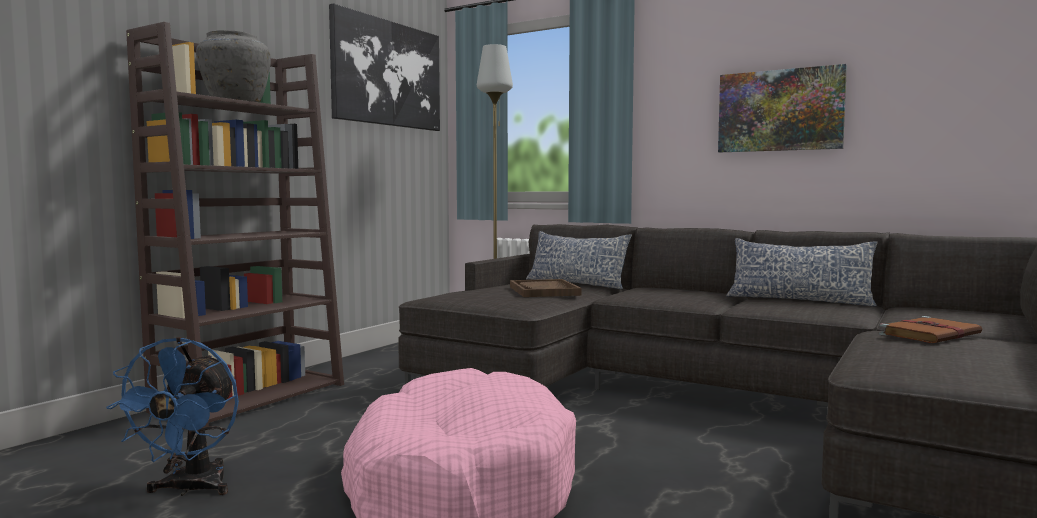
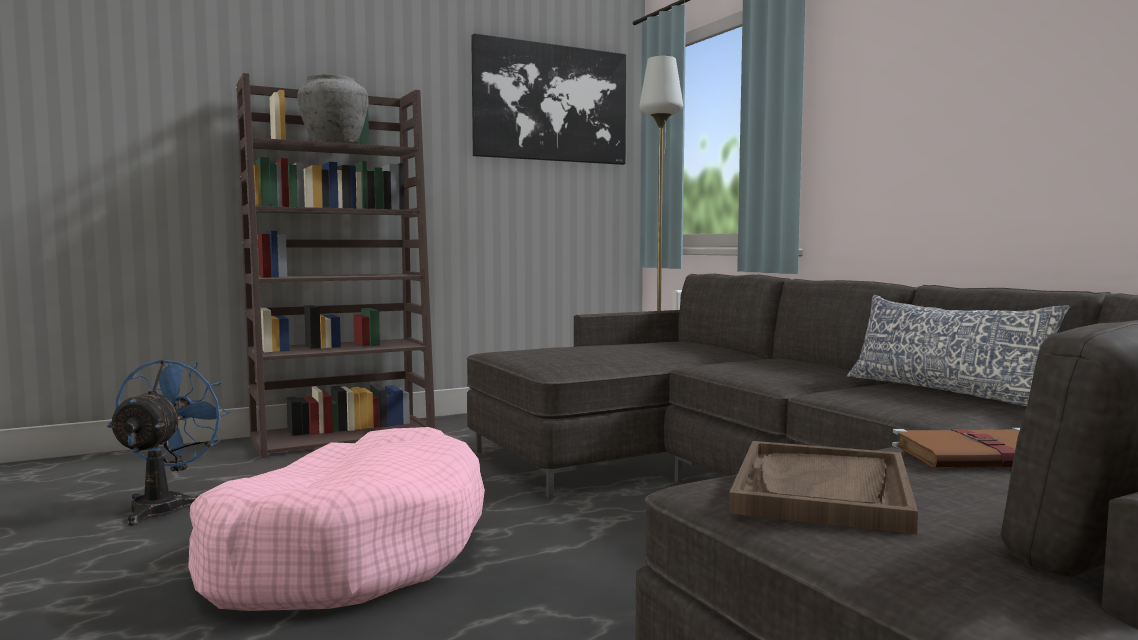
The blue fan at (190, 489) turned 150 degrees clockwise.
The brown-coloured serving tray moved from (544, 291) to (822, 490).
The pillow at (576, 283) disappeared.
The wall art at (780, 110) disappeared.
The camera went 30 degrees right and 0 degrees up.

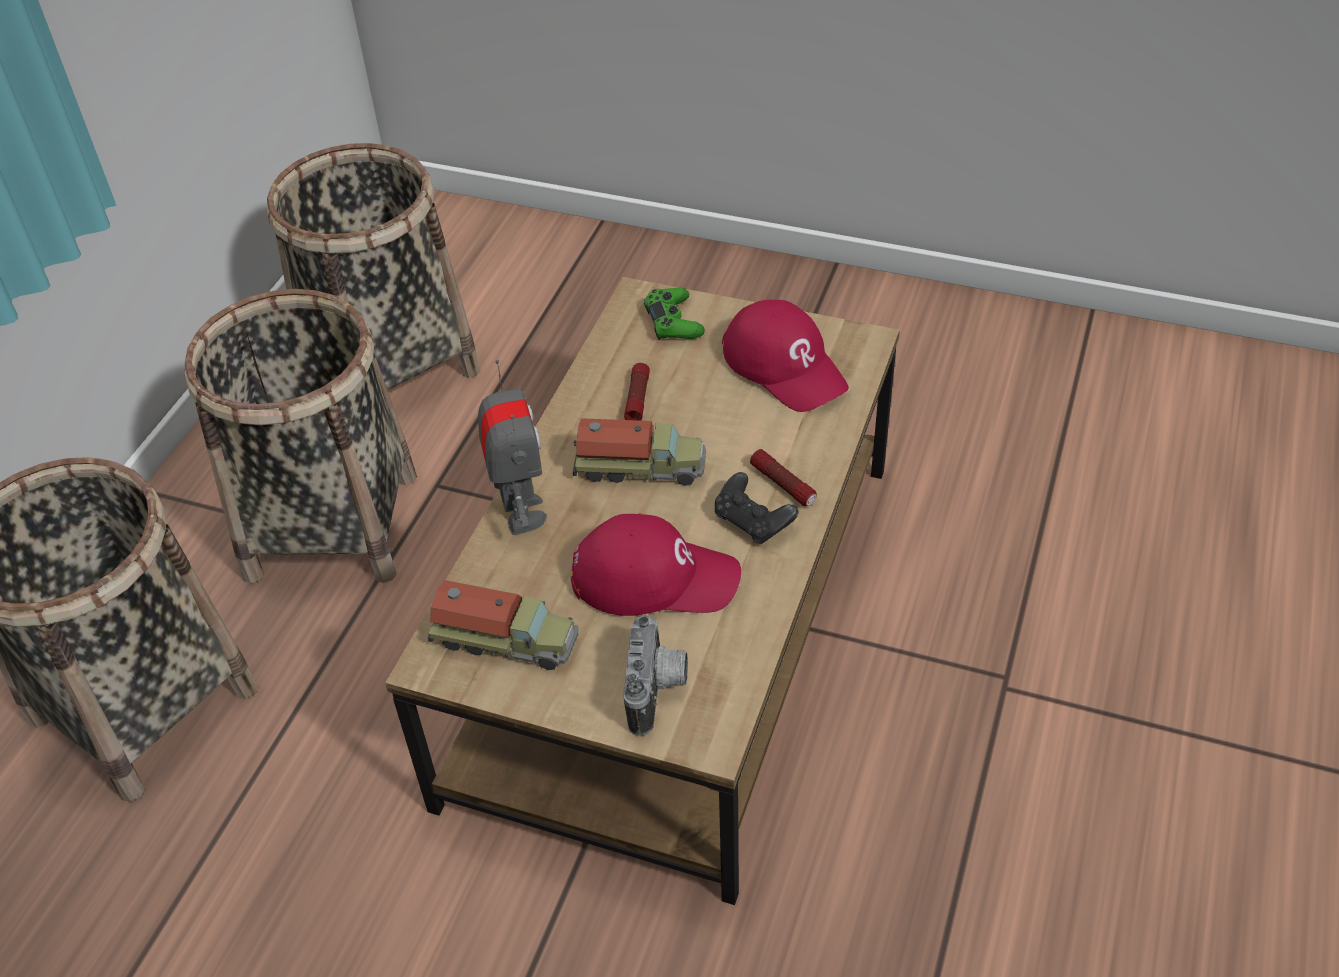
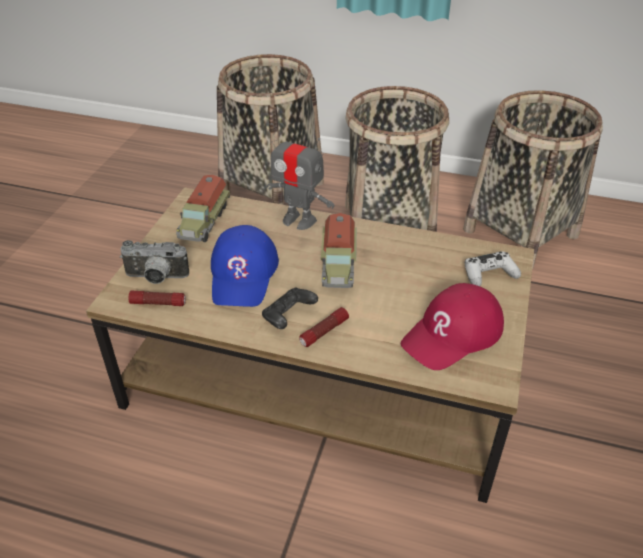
The torch moved from (637, 399) to (158, 303).
The red-coloured baseball cap at (655, 577) became the blue baseball cap at (243, 274).
The model robot at (521, 513) turned 45 degrees clockwise.
The green joypad at (673, 322) became the whitish joypad at (489, 274).
The camera went 85 degrees right and 5 degrees down.

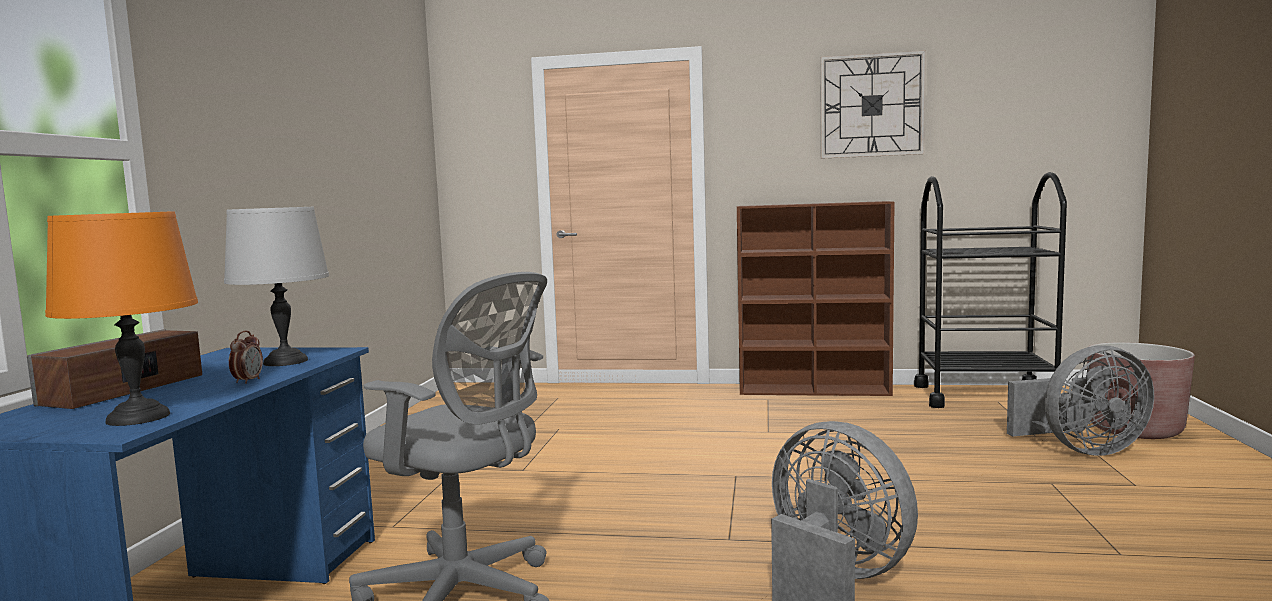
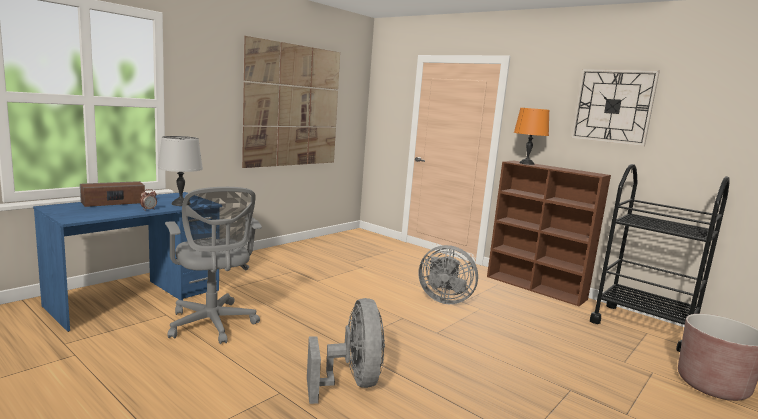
The wall art at (293, 106) appeared.
The grey fan moved from (1082, 450) to (444, 299).
The orangey table lamp moved from (136, 417) to (526, 163).
The camera went 30 degrees right and 5 degrees up.

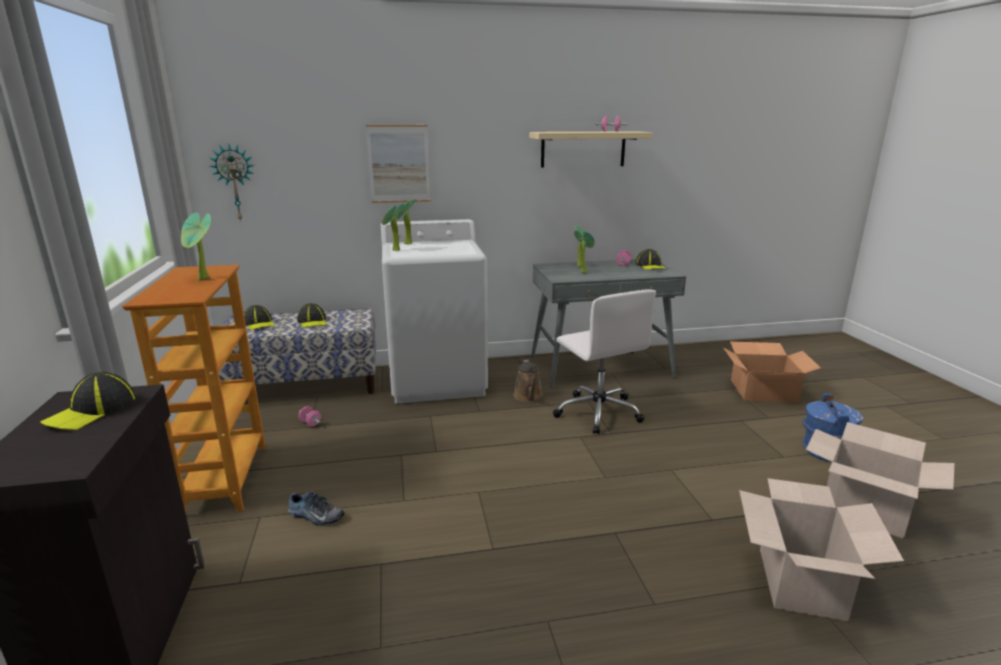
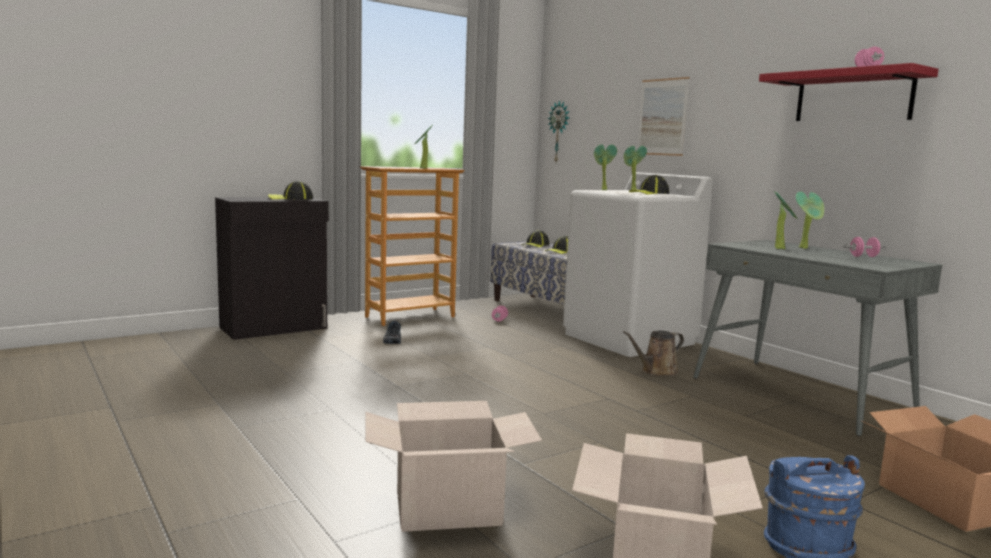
The baseball cap moved from (650, 266) to (649, 193).
The sand-coloured shelf at (583, 149) became the red-coloured shelf at (853, 97).
The whitish desk chair at (597, 412) disappeared.
The camera went 65 degrees right and 10 degrees down.

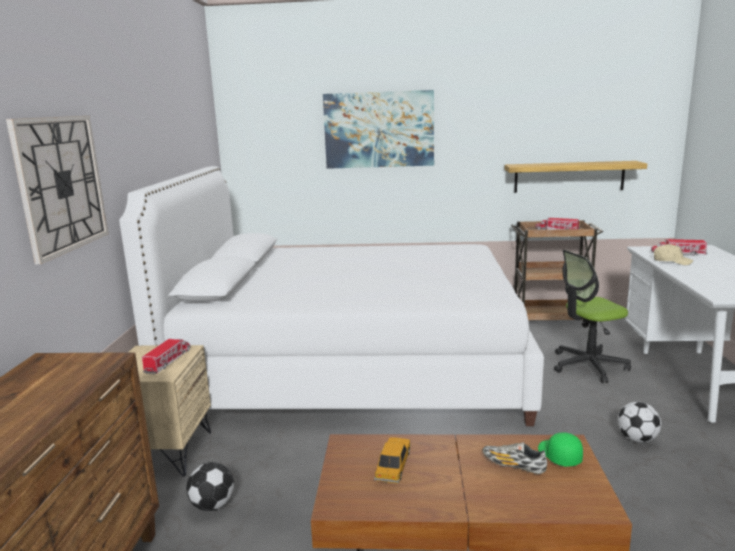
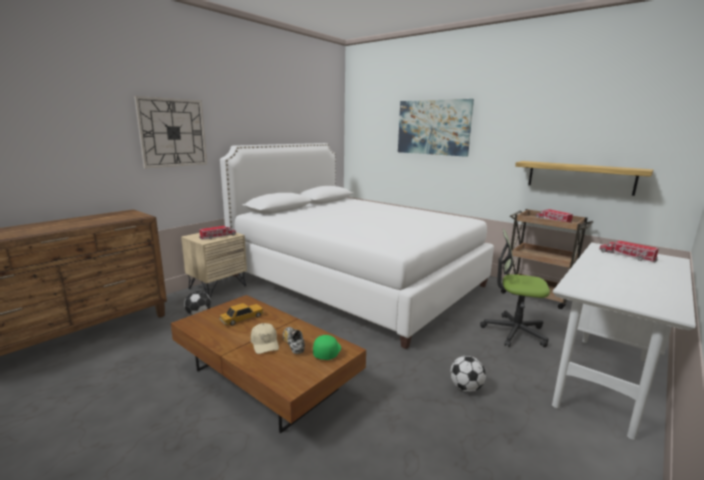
The sand-coloured baseball cap moved from (671, 261) to (265, 343).
The camera went 35 degrees right and 0 degrees up.

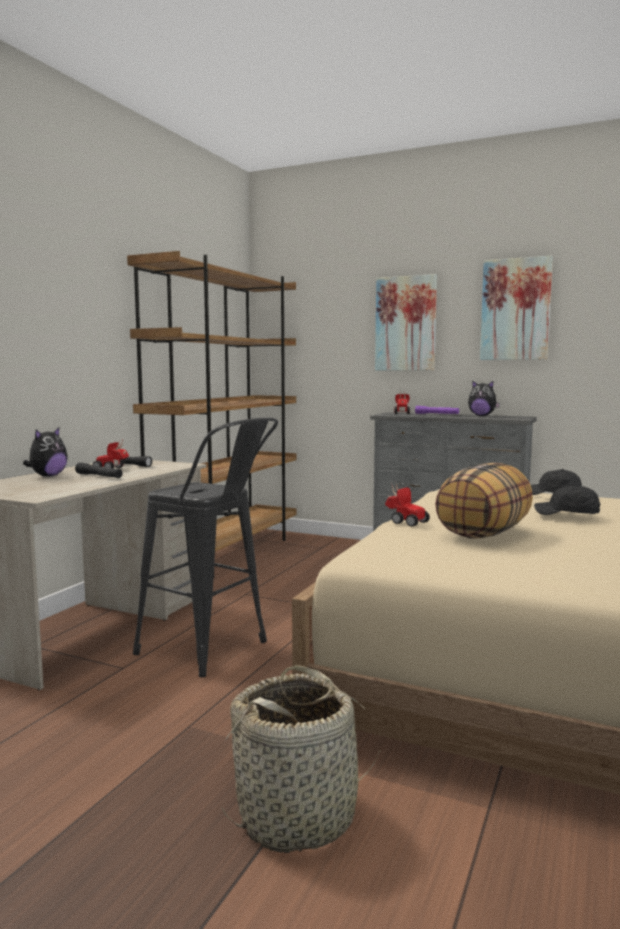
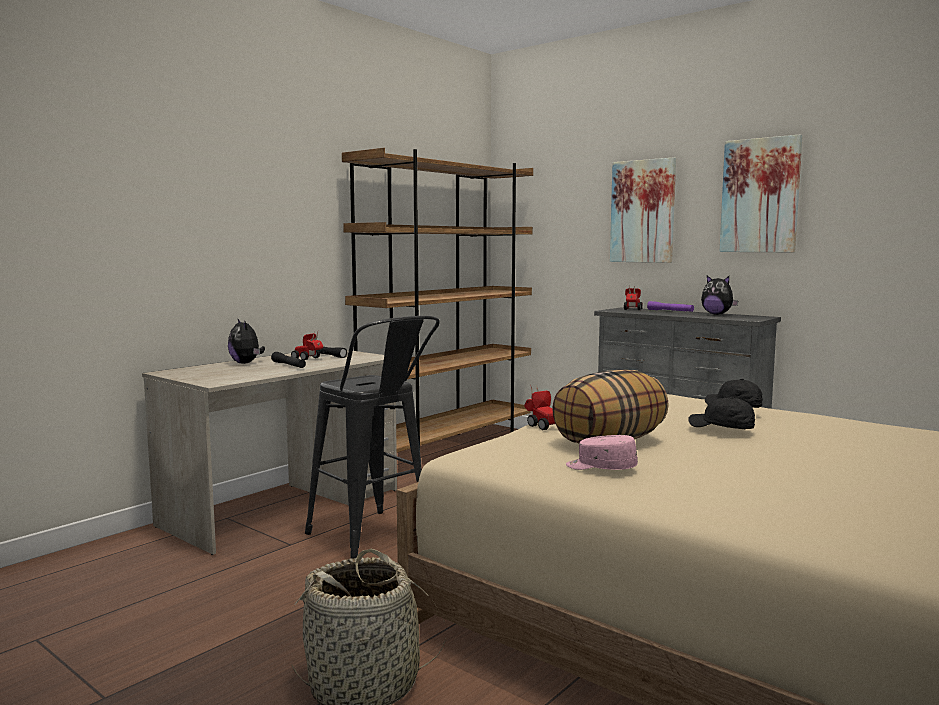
The plush toy at (48, 476) turned 105 degrees clockwise.
The pink baseball cap at (600, 468) appeared.
The camera went 15 degrees right and 0 degrees up.

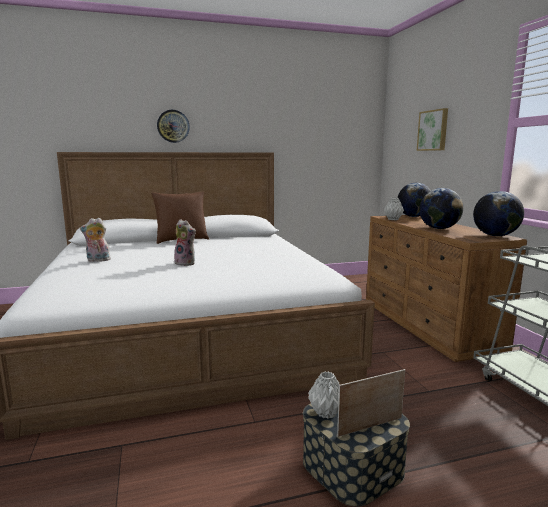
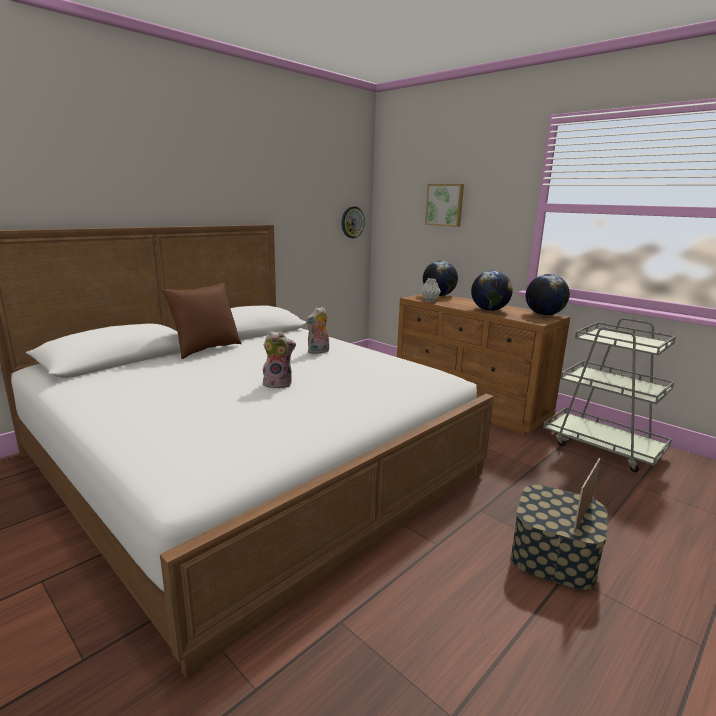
The plush toy moved from (97, 260) to (318, 352).
The hanging clock moved from (173, 126) to (352, 222).
The grey decorative vase at (326, 413) disappeared.
The camera went 30 degrees left and 5 degrees up.

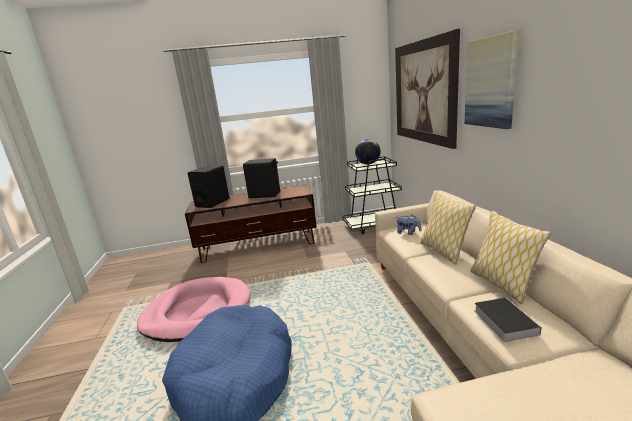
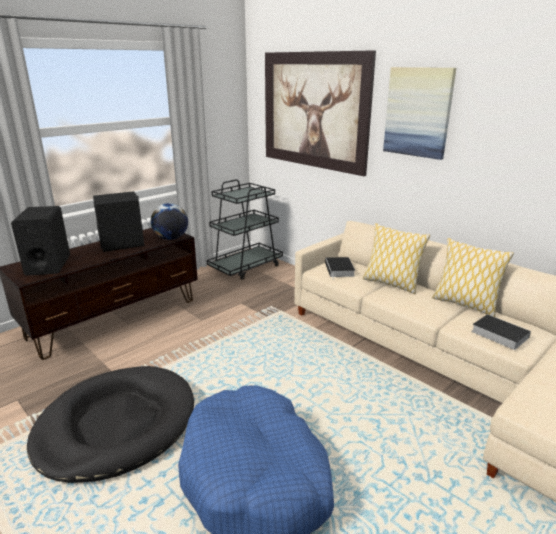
The pink pet bed at (197, 312) became the blackish pet bed at (116, 425).
The world globe moved from (368, 164) to (171, 238).
The plush toy at (408, 233) was replaced by the book at (340, 270).
The camera went 35 degrees left and 5 degrees up.

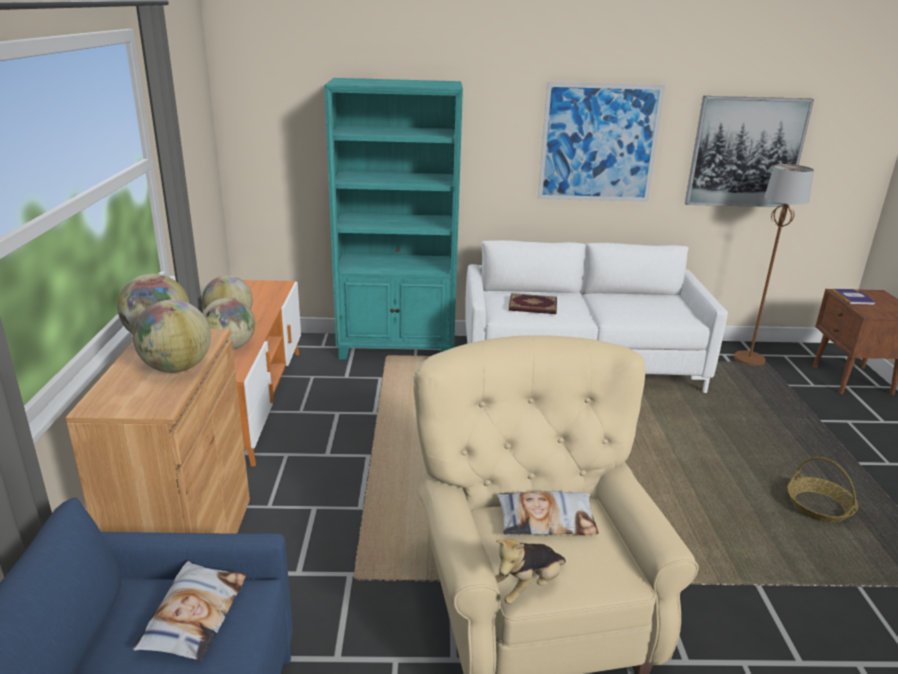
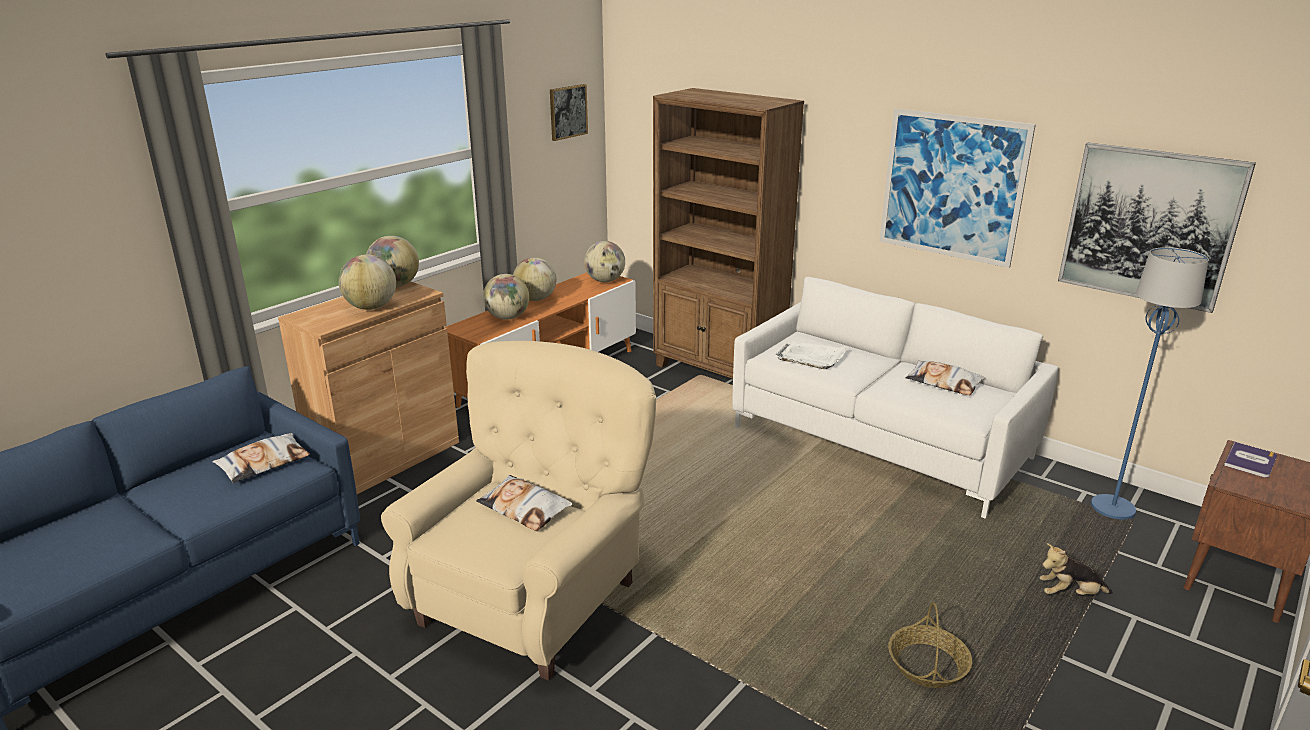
The wall art at (568, 112) appeared.
The world globe at (605, 281) appeared.
The blue-green shelving unit at (397, 349) became the brown-coloured shelving unit at (718, 372).
The book at (532, 307) was replaced by the whitish serving tray at (811, 357).
The pillow at (943, 383) appeared.
The plush toy moved from (527, 587) to (1069, 594).
The brown-coloured standard lamp at (749, 359) became the blue standard lamp at (1113, 509).
The camera went 40 degrees right and 0 degrees up.

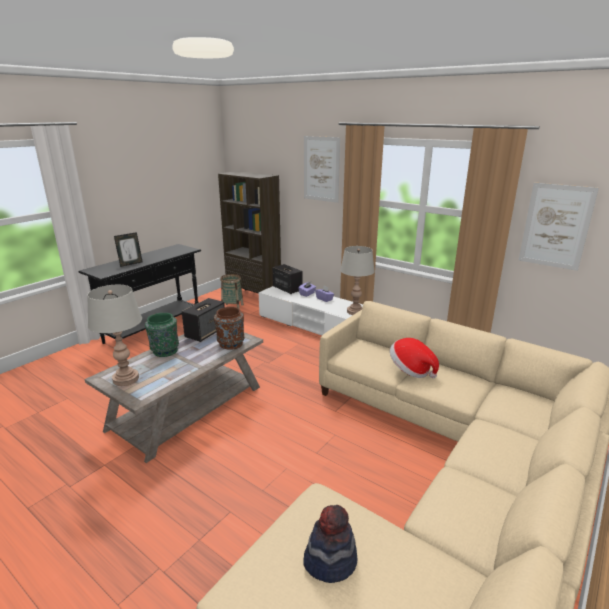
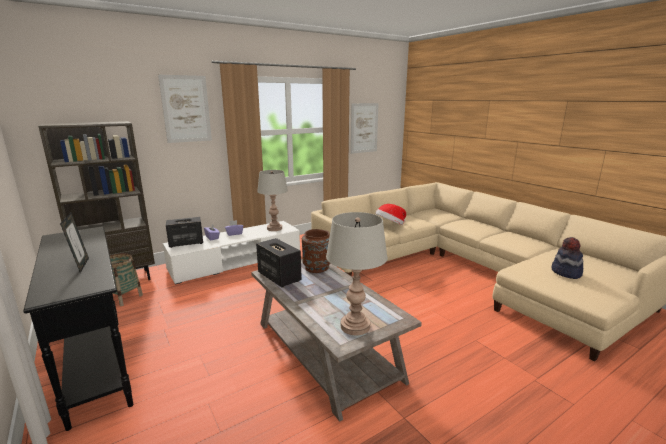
The green decorative vase at (164, 351) disappeared.
The camera went 70 degrees left and 5 degrees down.

